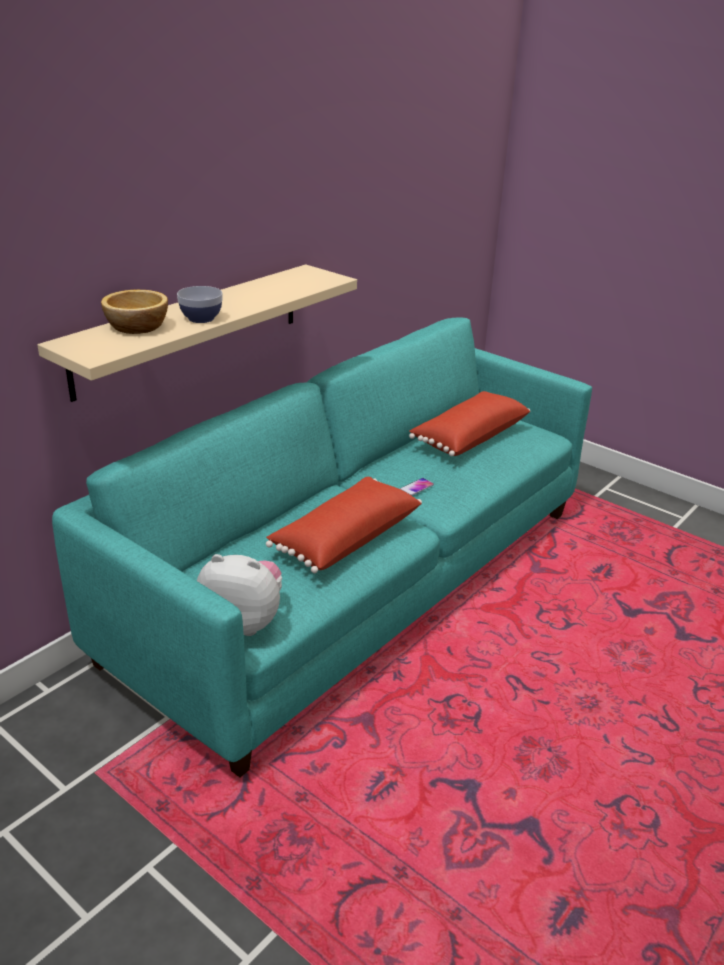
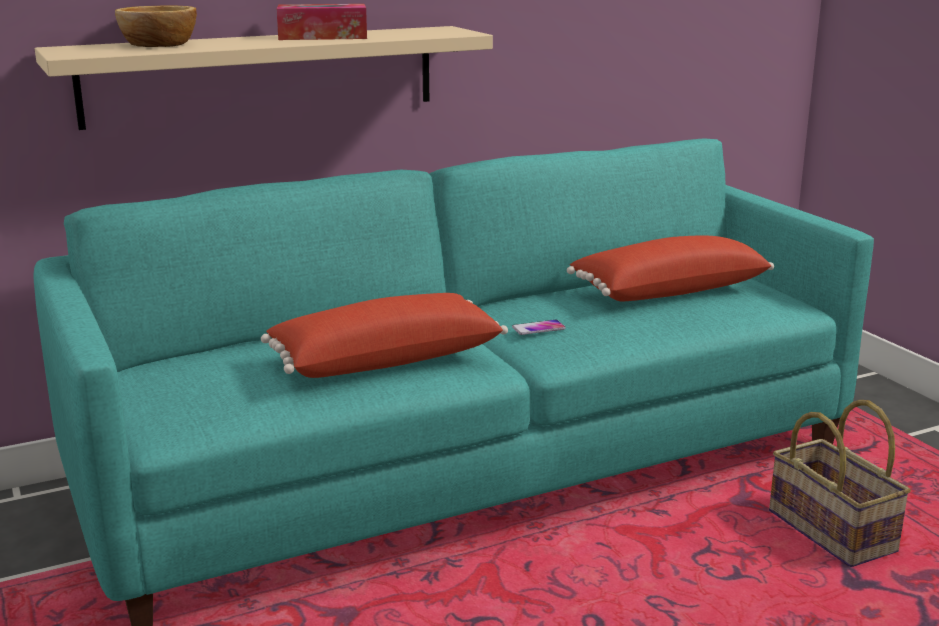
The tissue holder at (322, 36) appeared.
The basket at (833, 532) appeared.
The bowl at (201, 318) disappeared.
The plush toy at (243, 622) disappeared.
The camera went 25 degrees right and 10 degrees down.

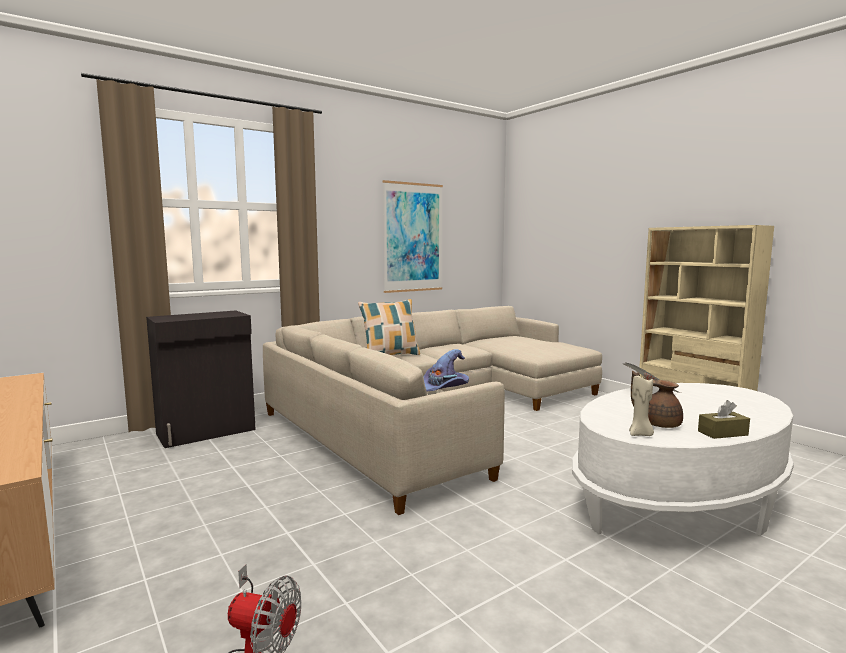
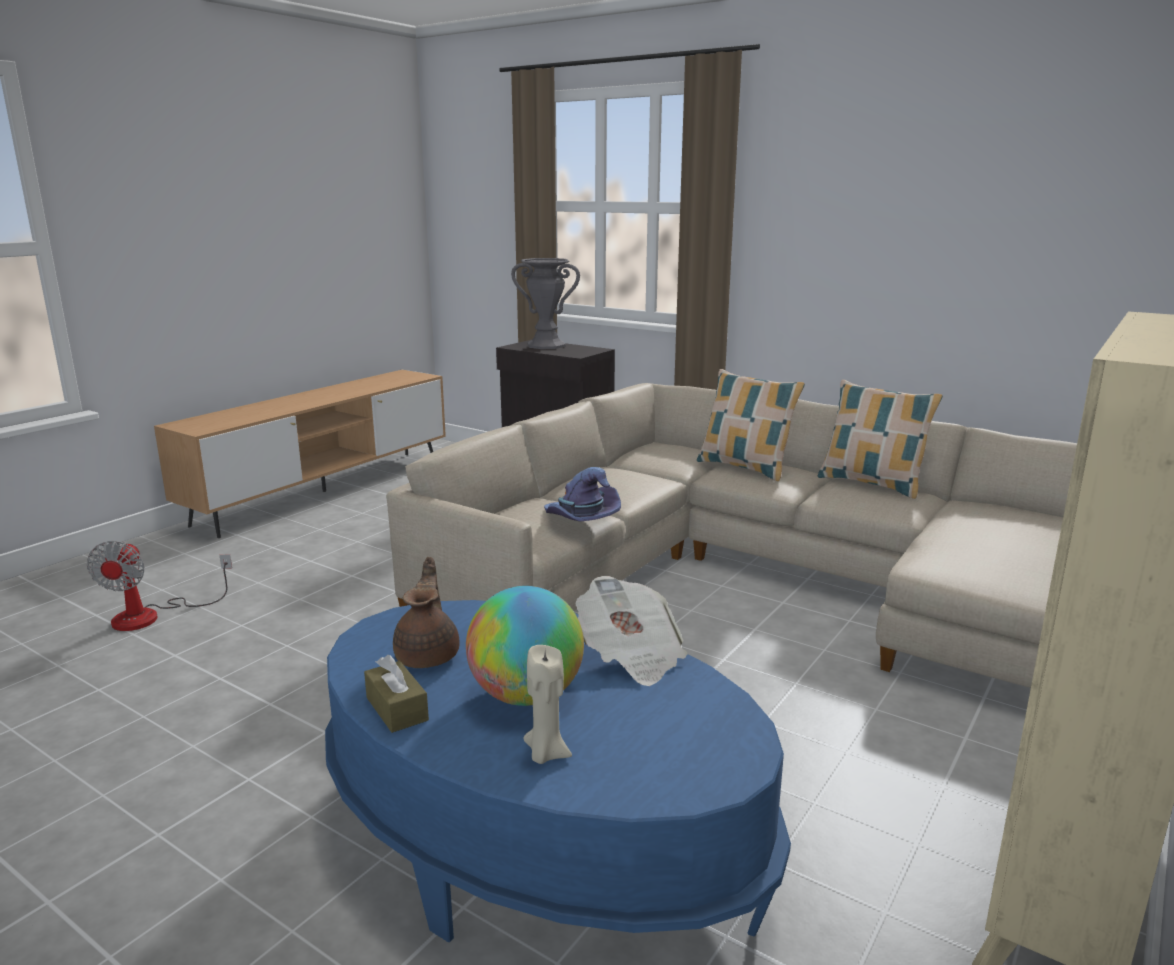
The whitish lounge table at (679, 499) became the blue lounge table at (539, 840).
The world globe at (526, 695) appeared.
The grey decorative vase at (546, 345) appeared.
The sand-coloured wax candle moved from (640, 434) to (545, 753).
The pillow at (871, 484) appeared.
The wall art at (413, 237) disappeared.
The camera went 70 degrees right and 10 degrees up.

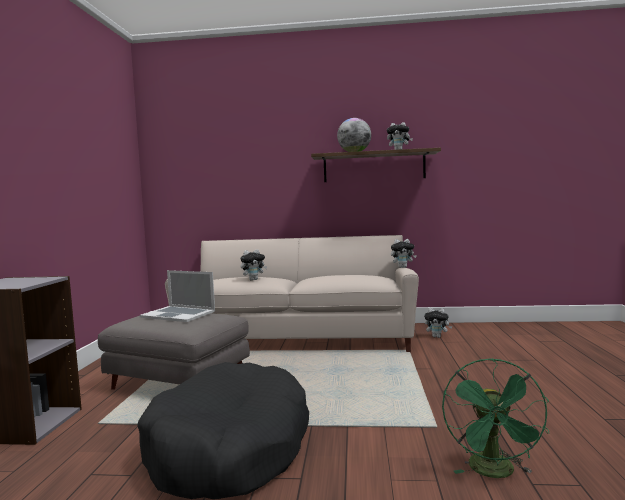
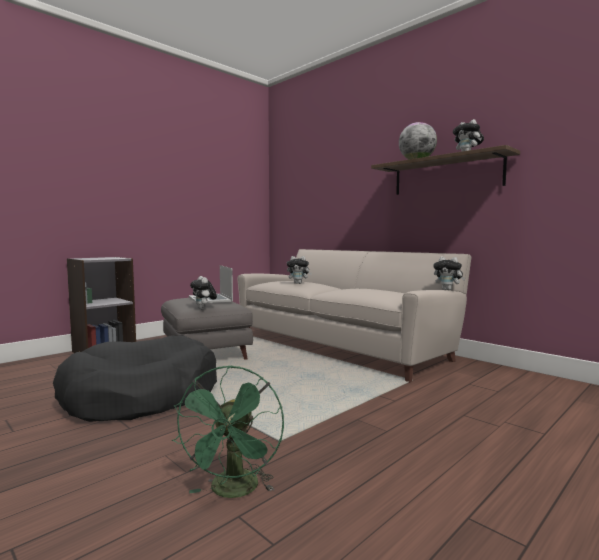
The green fan at (495, 473) turned 45 degrees counterclockwise.
The plush toy moved from (437, 336) to (204, 309).
The camera went 40 degrees right and 0 degrees up.

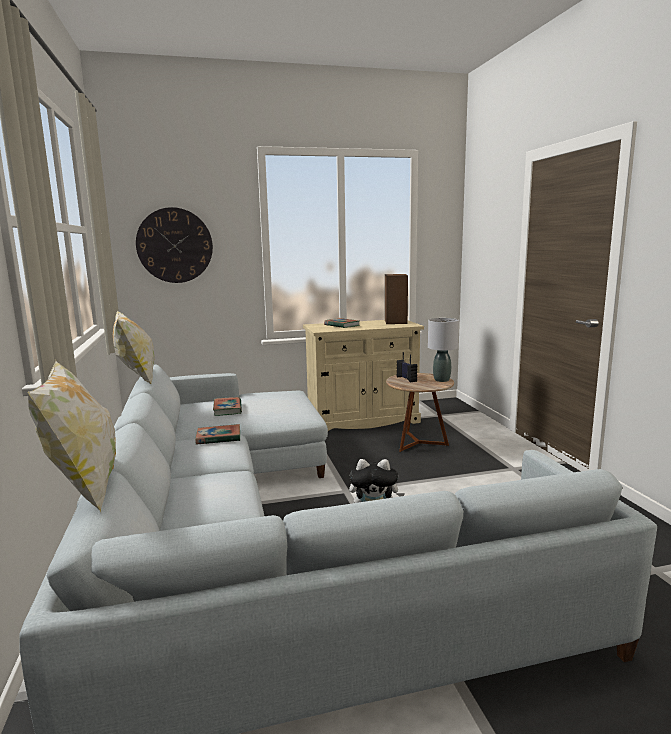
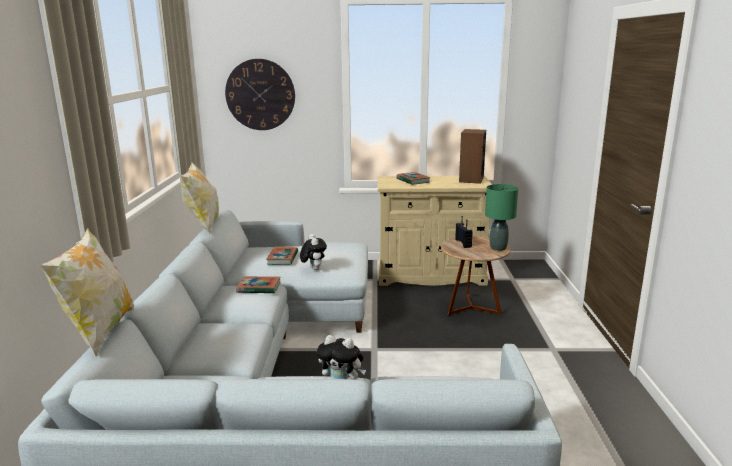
The plush toy at (313, 269) appeared.
The grey table lamp at (441, 380) became the green table lamp at (498, 248).
The camera went 15 degrees right and 5 degrees up.

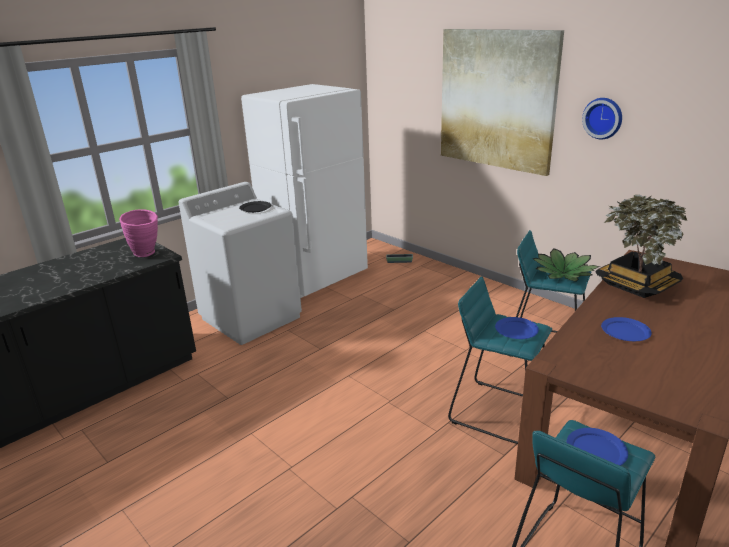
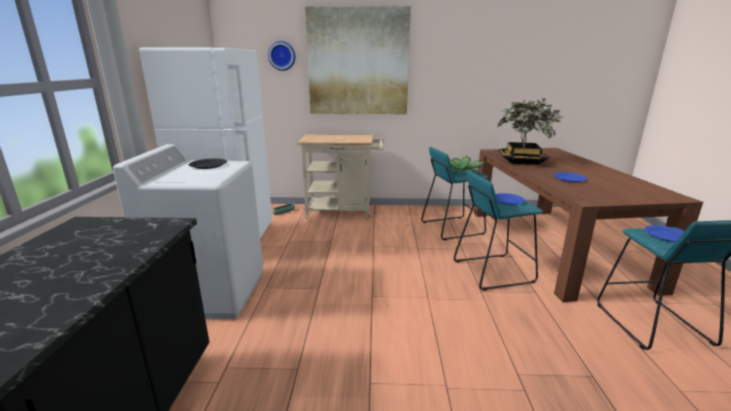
The hanging clock moved from (603, 118) to (282, 56).
The sand-coloured trolley at (343, 212) appeared.
The pink decorative vase at (147, 254) disappeared.
The camera went 45 degrees left and 5 degrees down.

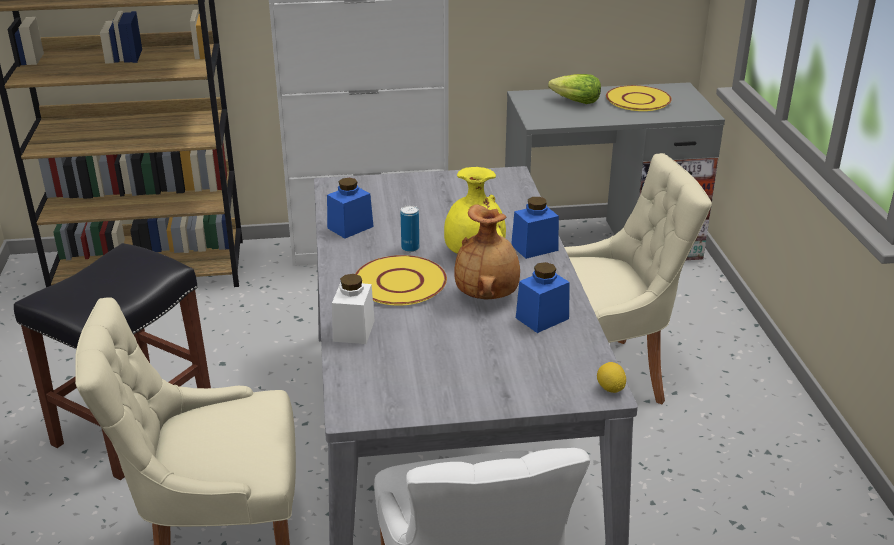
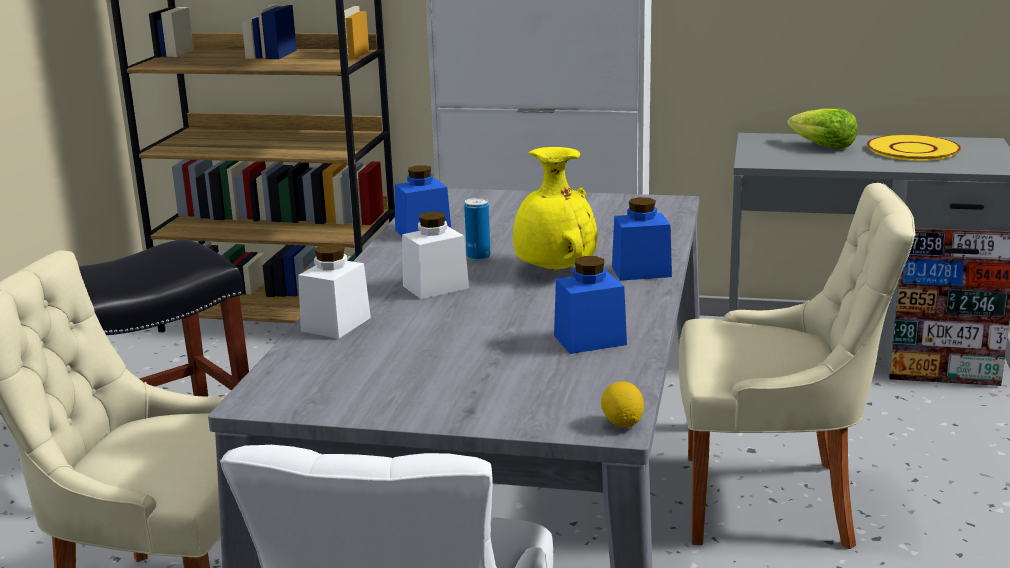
The yellow-coloured dinner plate at (400, 283) was replaced by the whitish jar at (435, 287).
The brown-coloured decorative vase at (488, 295) disappeared.
The camera went 20 degrees right and 10 degrees down.

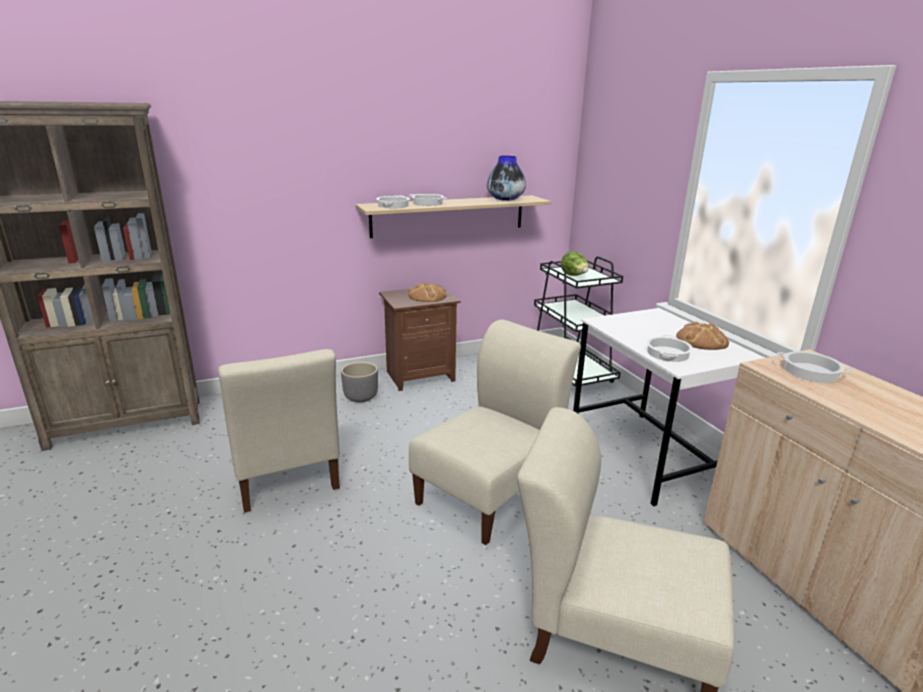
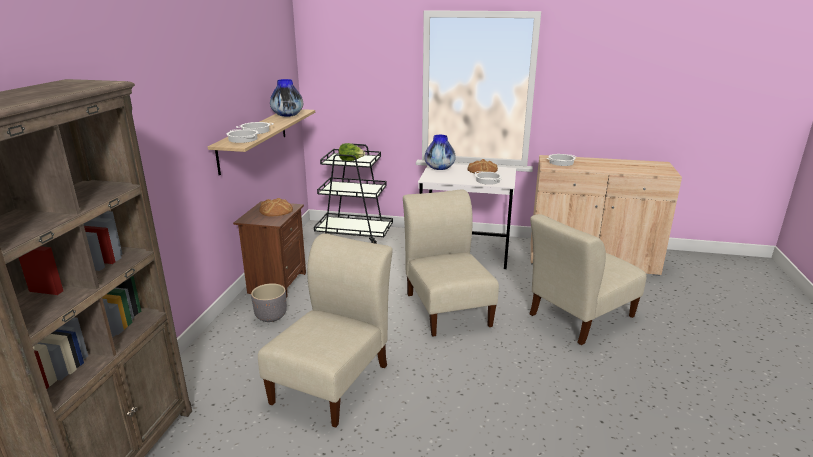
The sand-coloured upright chair at (284, 472) turned 75 degrees counterclockwise.
The decorative vase at (439, 168) appeared.
The camera went 55 degrees left and 0 degrees up.

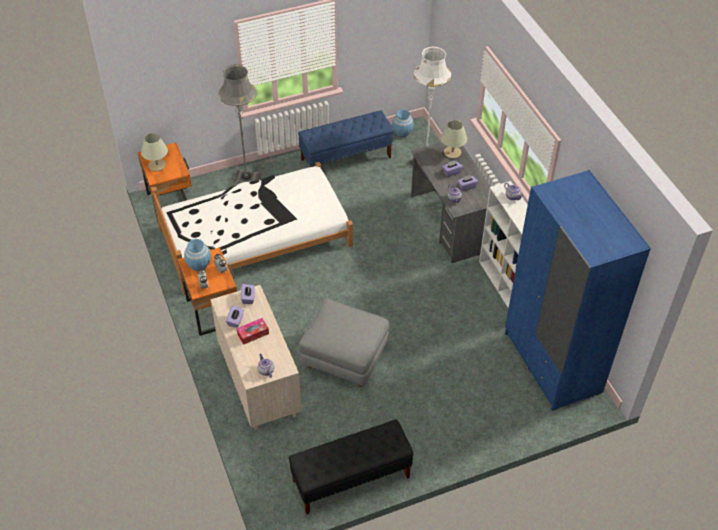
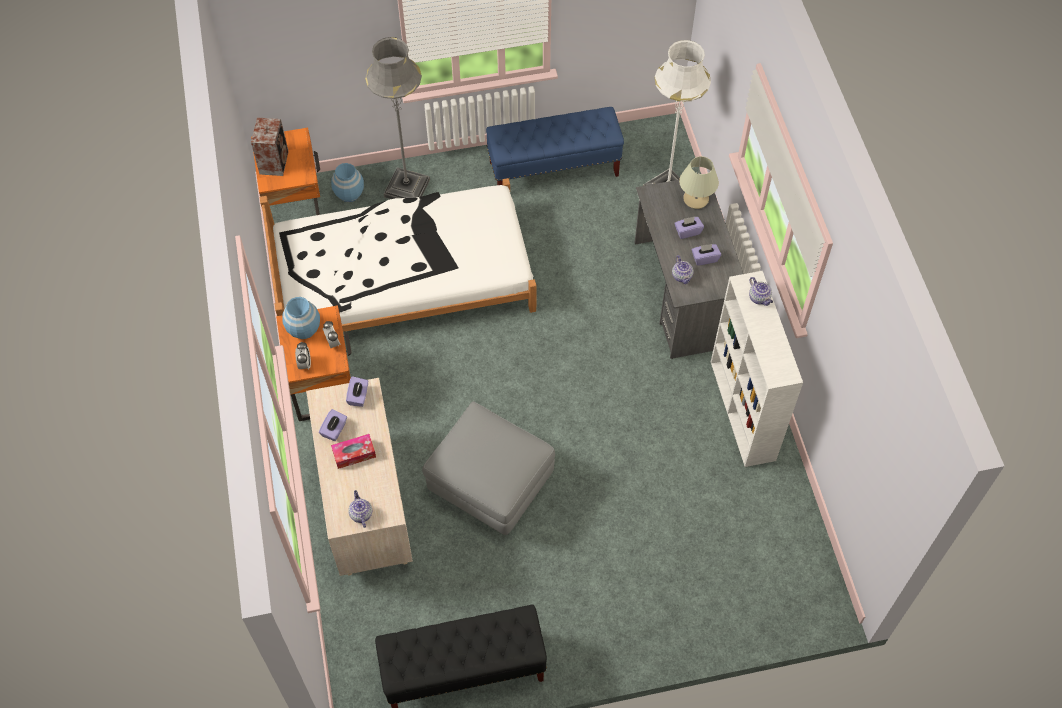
The sand-coloured table lamp at (157, 165) was replaced by the audio speaker at (274, 161).
The blue decorative vase moved from (402, 132) to (349, 193).
The blue wardrobe at (552, 363) disappeared.
The camera went 10 degrees right and 10 degrees up.

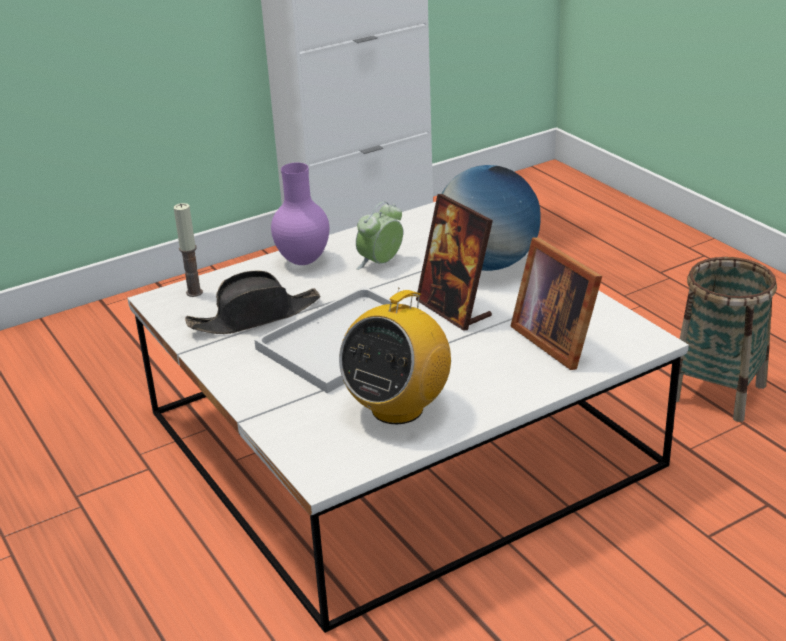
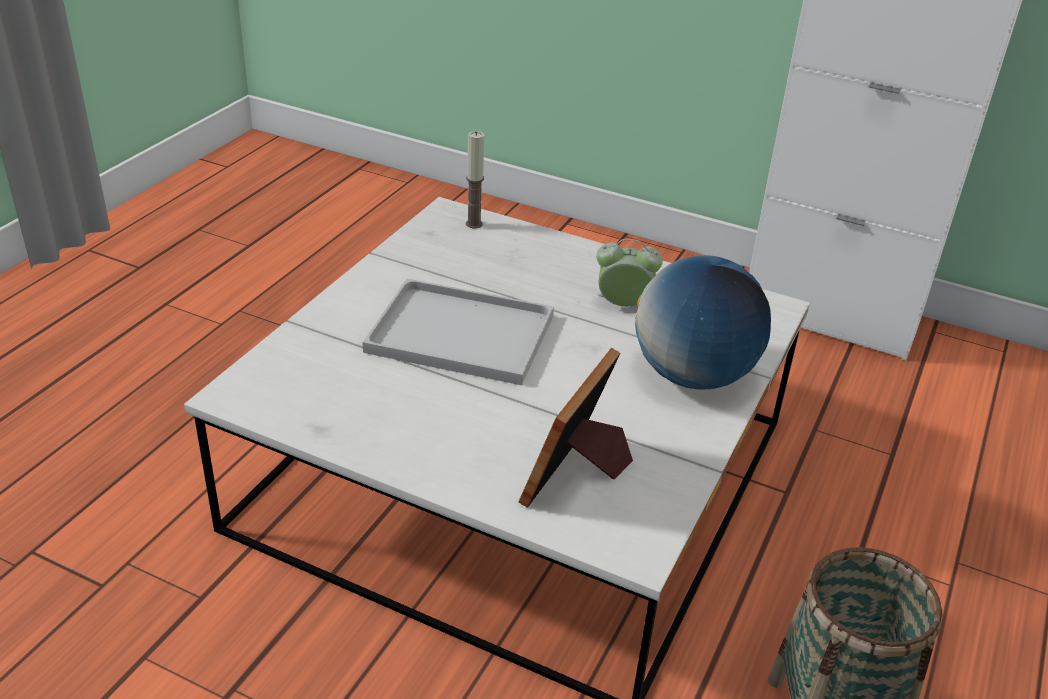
The blackish clothing hat at (255, 317) disappeared.
The purplish decorative vase at (302, 261) disappeared.
The radio set at (397, 408) disappeared.
The picture frame at (454, 309) disappeared.
The camera went 55 degrees right and 5 degrees up.

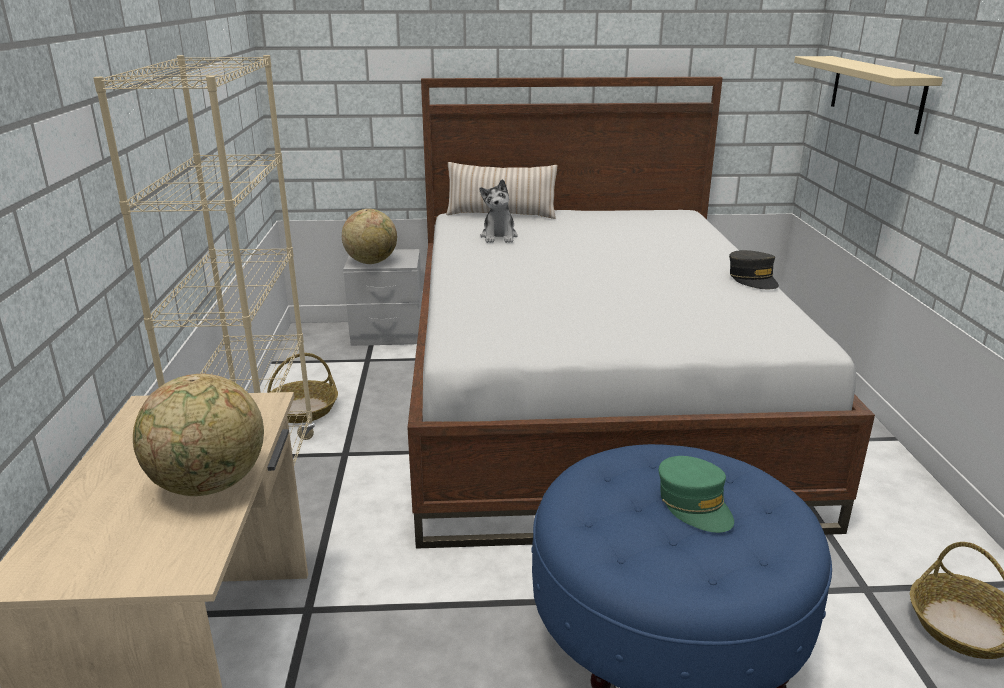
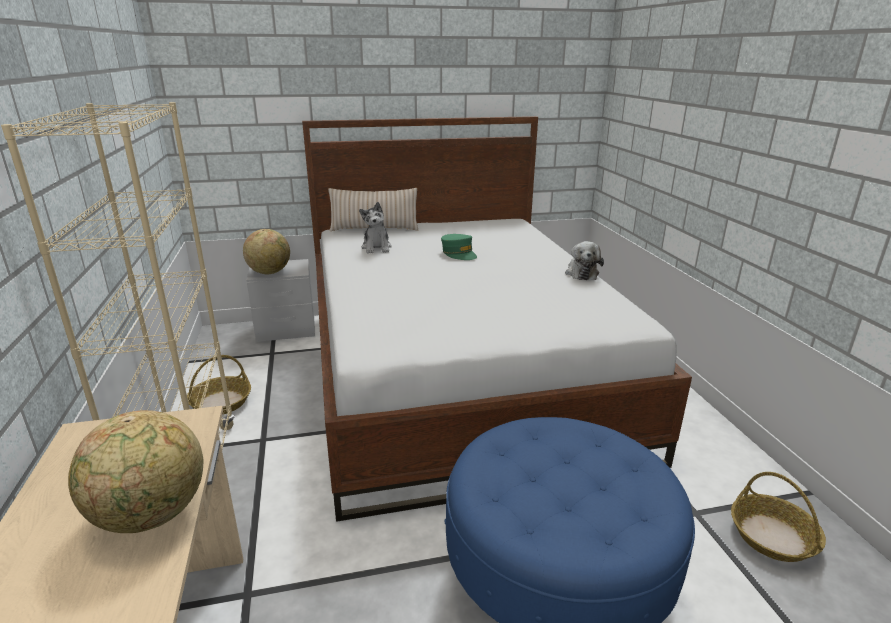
The green baseball cap moved from (694, 504) to (459, 253).
The grey baseball cap at (752, 279) was replaced by the plush toy at (581, 273).
The sand-coloured shelf at (876, 92) disappeared.
The camera went 10 degrees left and 0 degrees up.

